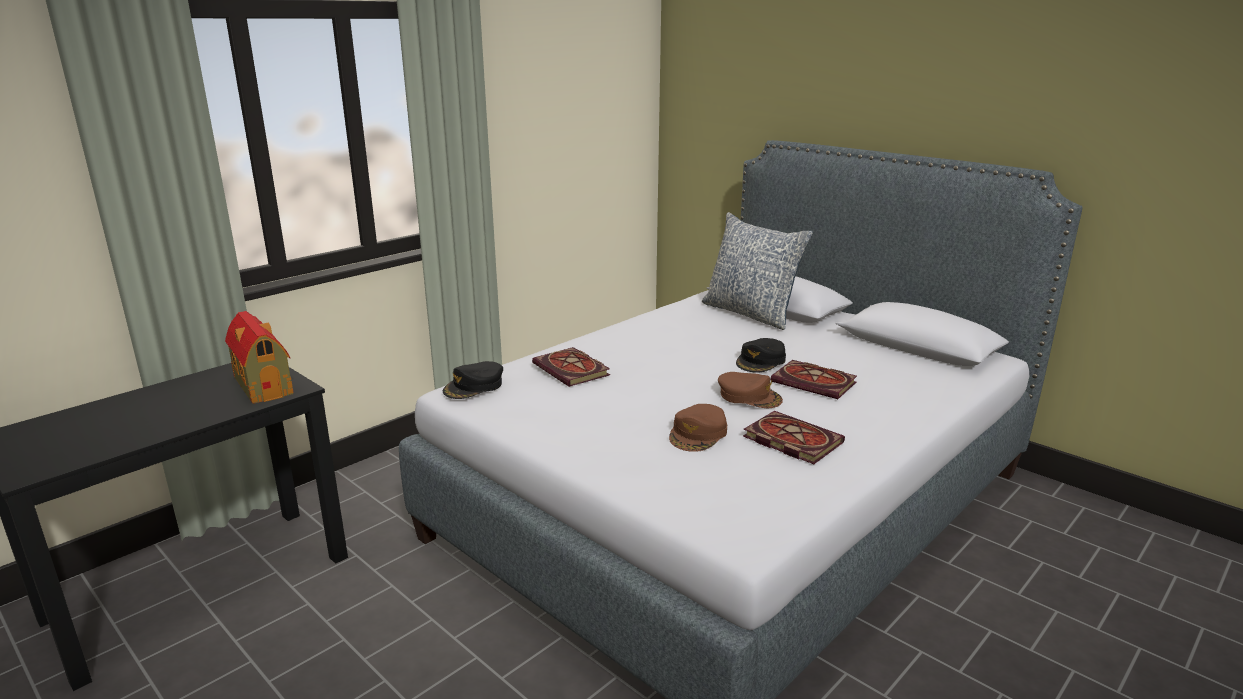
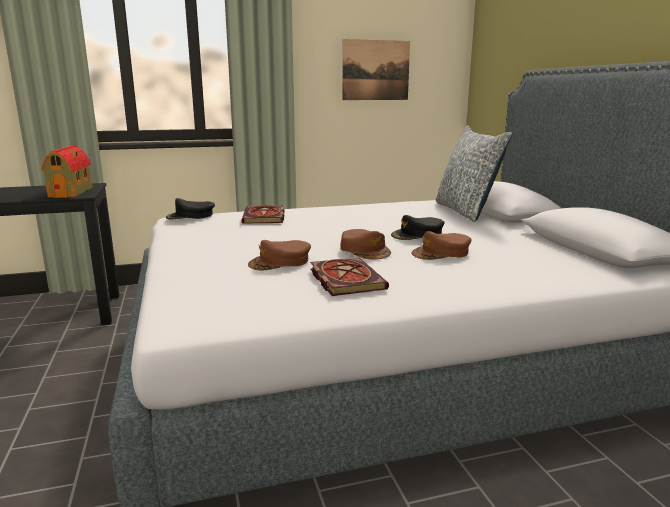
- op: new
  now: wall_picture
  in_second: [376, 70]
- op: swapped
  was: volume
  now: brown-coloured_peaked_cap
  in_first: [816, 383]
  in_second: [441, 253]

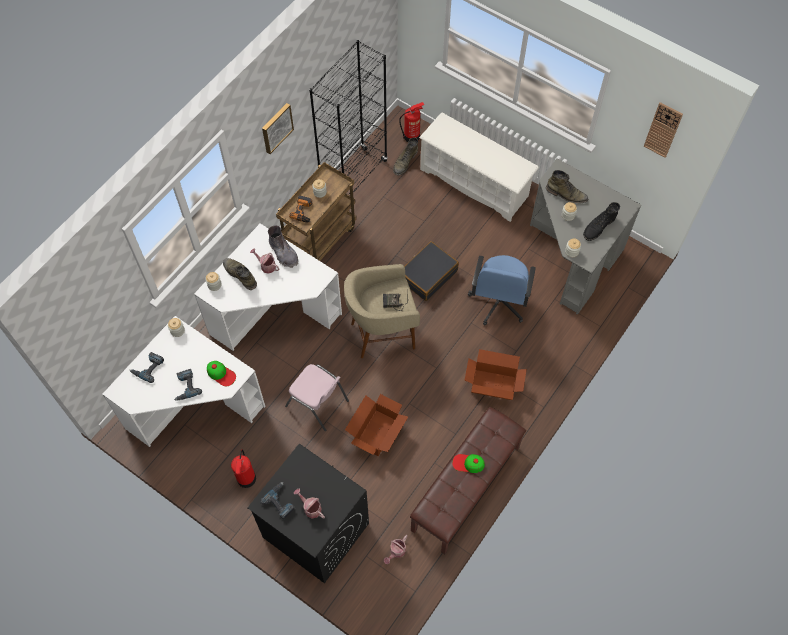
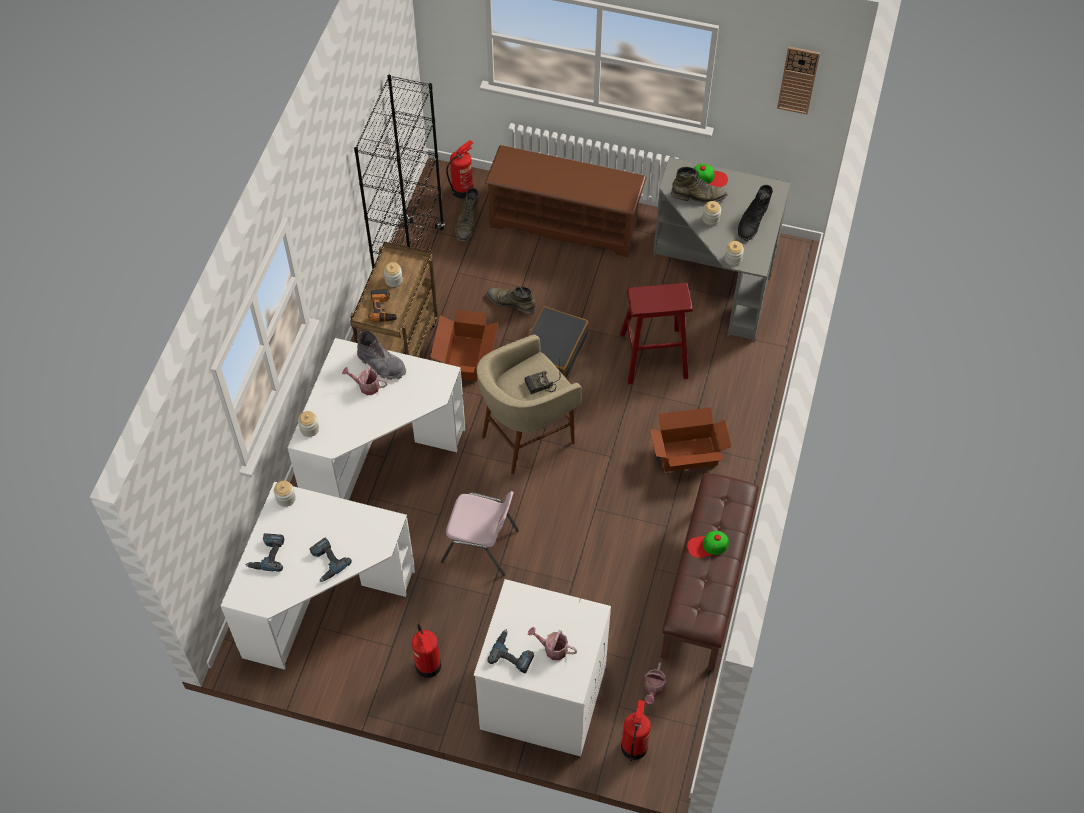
- op: gone
  was: wall_picture
  in_first: [276, 127]
- op: new
  now: fire-fighting_cylinder
  in_second: [634, 746]
- op: shifted
  was: peaked_cap
  in_first: [221, 374]
  in_second: [709, 177]
- op: shifted
  was: green_tall_boot
  in_first: [240, 275]
  in_second: [511, 302]
- op: shifted
  was: carton
  in_first: [376, 433]
  in_second: [465, 358]
- op: swapped
  was: bluish_desk_chair
  now: red-coloured_stool_seat
  in_first: [498, 302]
  in_second: [653, 355]
- op: repainted
  was: black-coloured_laundry_appliance
  now: white_laundry_appliance
  in_first: [315, 530]
  in_second: [542, 697]
- op: repainted
  was: white_shoe_stand
  now: brown-coloured_shoe_stand
  in_first: [475, 183]
  in_second: [565, 223]

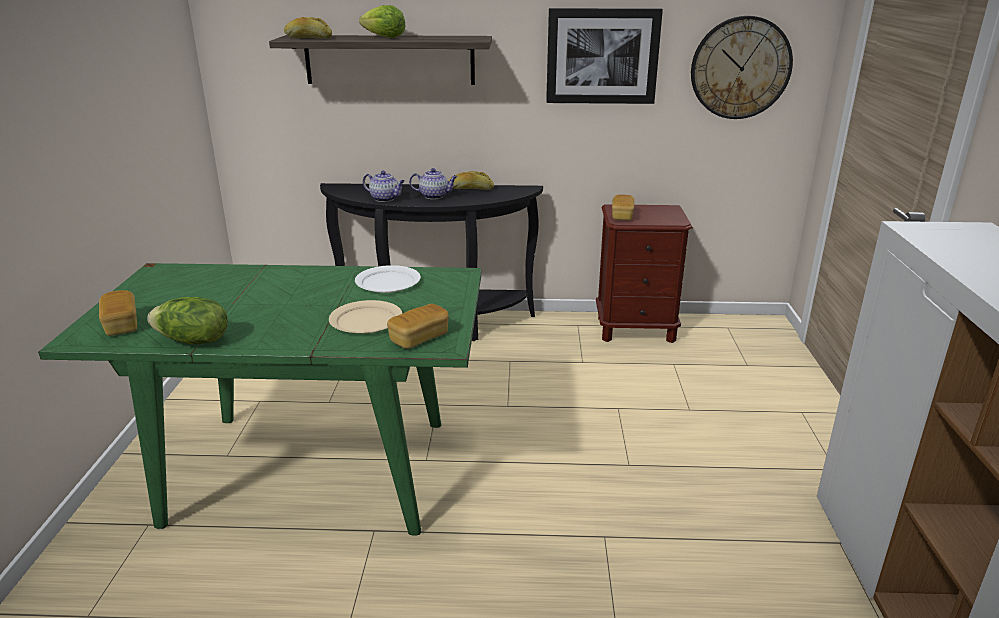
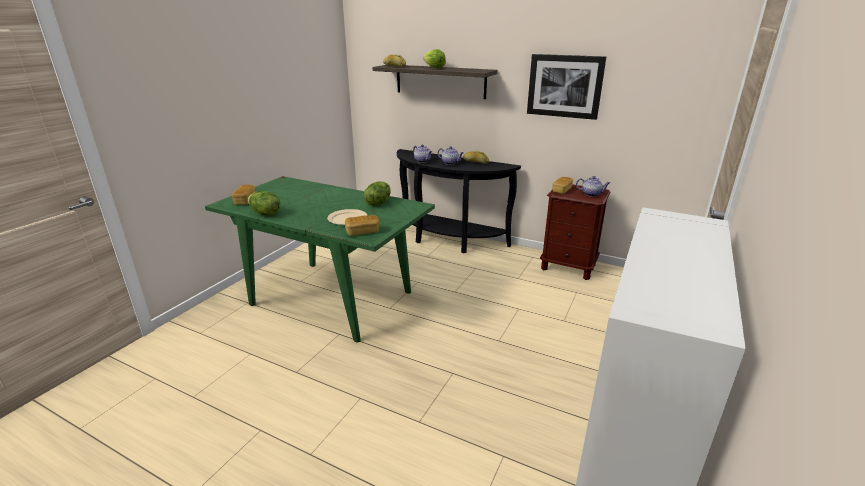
- op: gone
  was: hanging_clock
  in_first: [740, 68]
- op: new
  now: pot_for_tea
  in_second: [591, 194]
- op: swapped
  was: white_dinner_plate
  now: head_of_lettuce
  in_first: [387, 282]
  in_second: [378, 203]

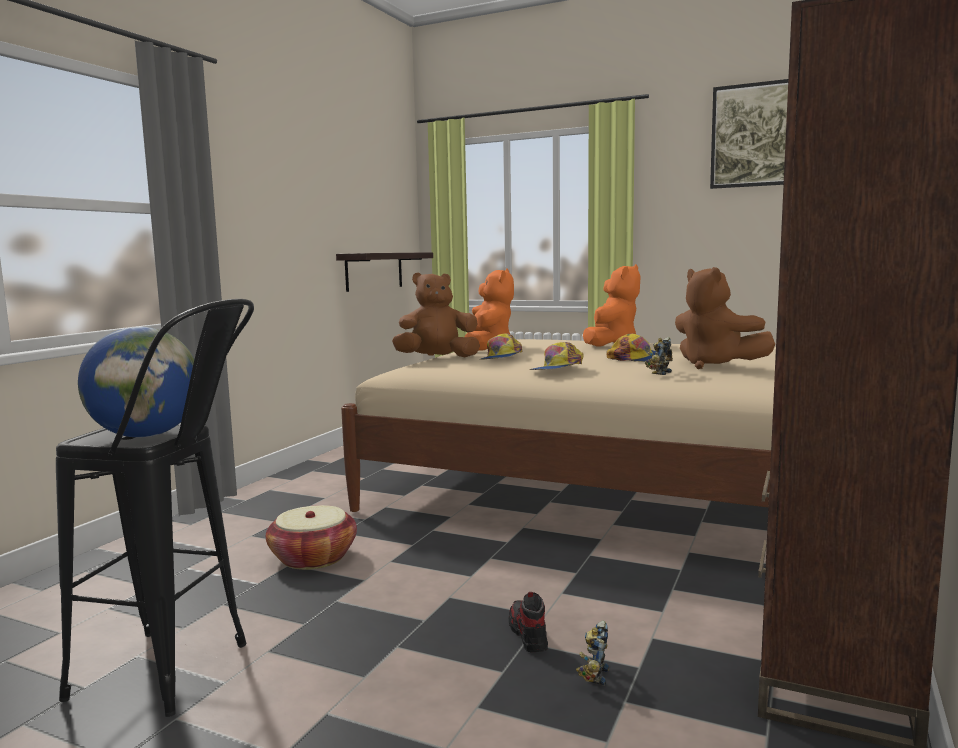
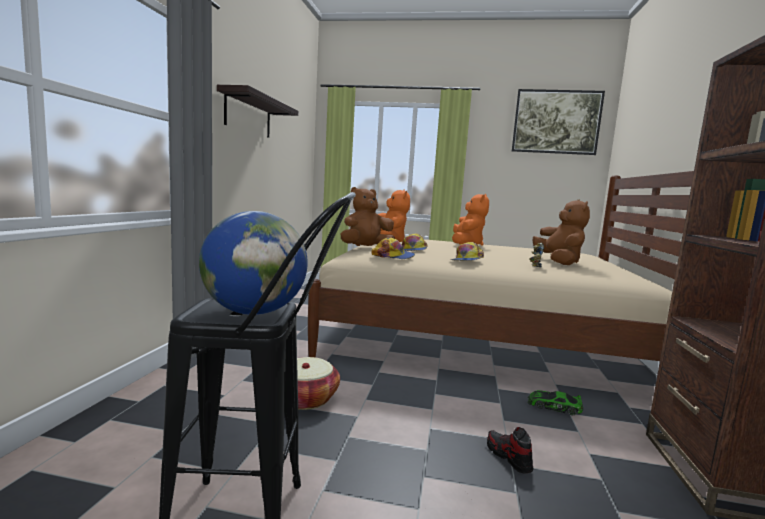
- op: gone
  was: toy_robot
  in_first: [593, 675]
- op: new
  now: model_car
  in_second: [554, 406]
- op: shifted
  was: shelf
  in_first: [374, 271]
  in_second: [248, 115]
- op: shifted
  was: peaked_cap
  in_first: [637, 359]
  in_second: [393, 256]
- op: rotated
  was: brown-coloured_cuddly_toy
  in_first: [715, 365]
  in_second: [559, 262]
  clockwise: -135

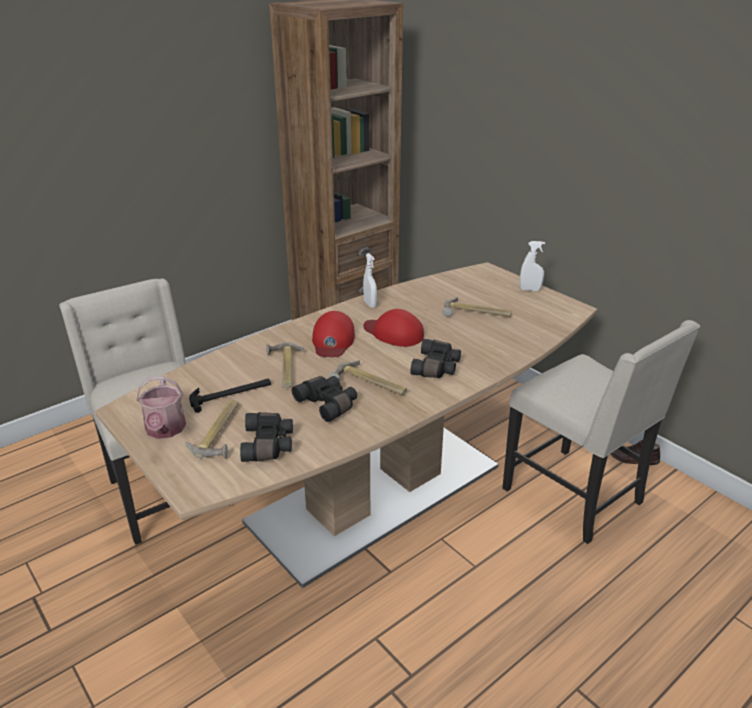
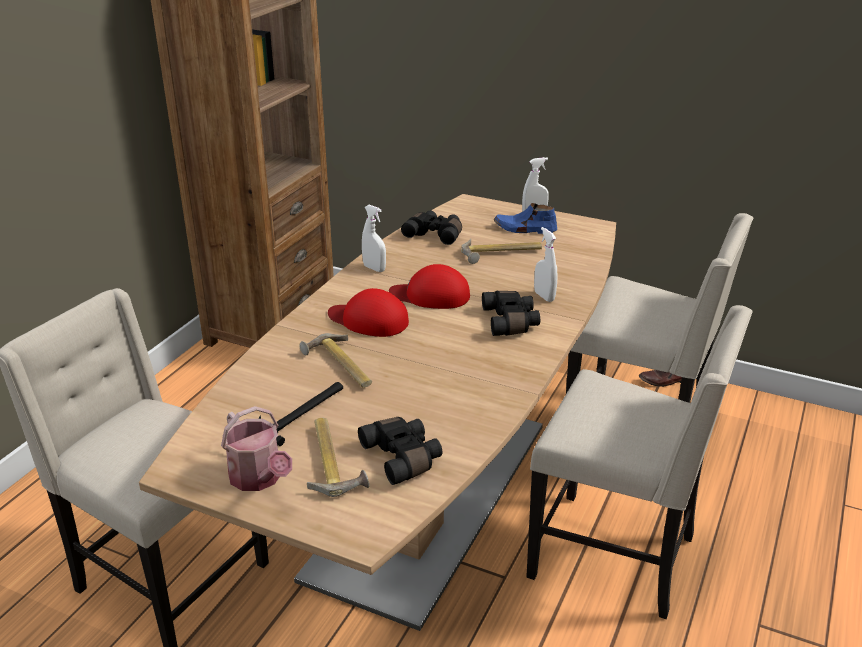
- op: gone
  was: tool_hammer
  in_first: [369, 384]
- op: new
  now: bluish_shoe
  in_second: [525, 229]
- op: new
  now: beige_upright_chair
  in_second: [616, 556]
- op: new
  now: white_hand_sprayer
  in_second: [544, 296]
- op: shifted
  was: black-coloured_binoculars
  in_first: [328, 404]
  in_second: [435, 234]
- op: rotated
  was: red-coloured_peaked_cap
  in_first: [333, 341]
  in_second: [369, 320]
  clockwise: 135

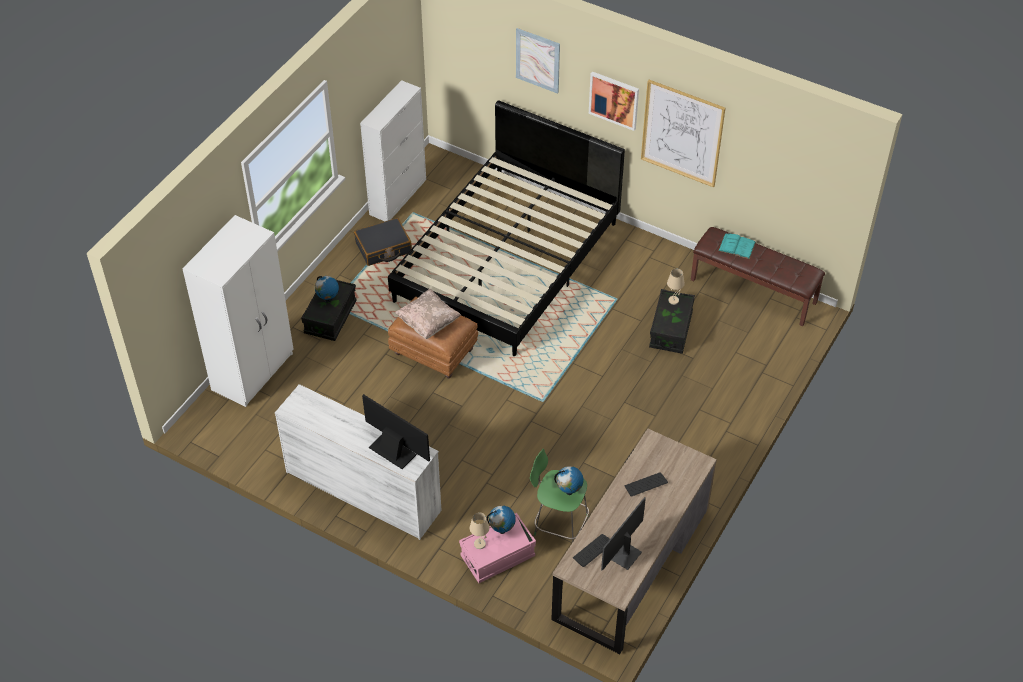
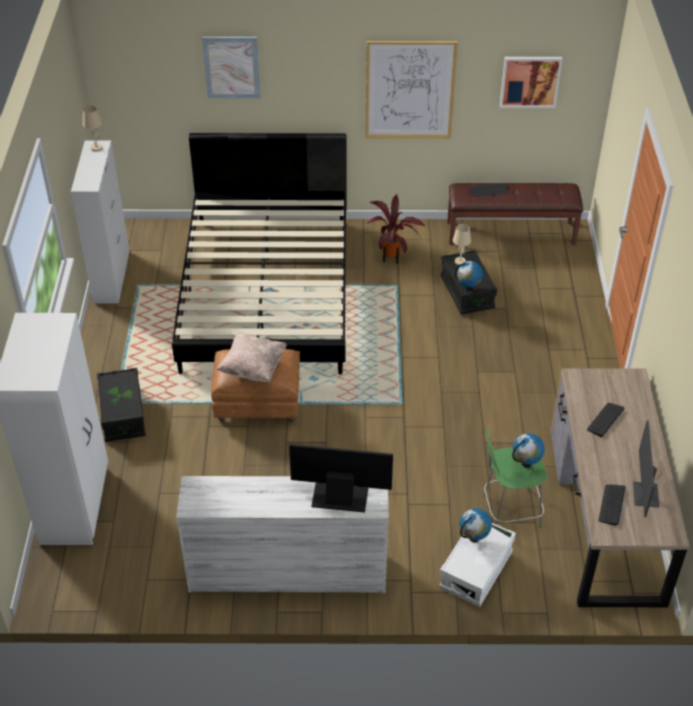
- op: gone
  was: black-coloured_suitcase
  in_first: [383, 248]
- op: new
  now: houseplant
  in_second: [392, 257]
- op: shifted
  was: desk_globe
  in_first: [328, 299]
  in_second: [468, 288]
- op: shifted
  was: beige_lamp_for_a_table
  in_first: [480, 543]
  in_second: [96, 147]
- op: shifted
  was: wall_picture
  in_first: [614, 100]
  in_second: [530, 81]
- op: swapped
  was: turquoise_volume
  now: PC_keyboard
  in_first: [737, 246]
  in_second: [488, 190]
- op: repainted
  was: pinkish_storage_box
  now: white_storage_box
  in_first: [497, 556]
  in_second: [475, 571]

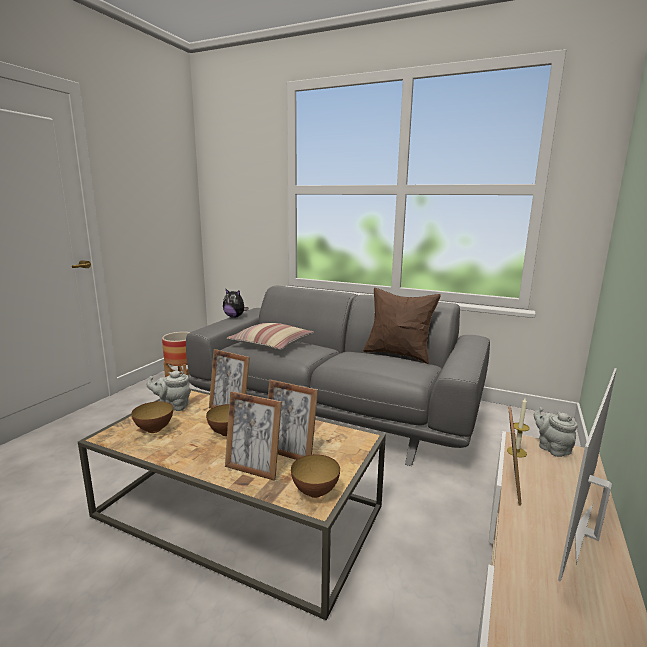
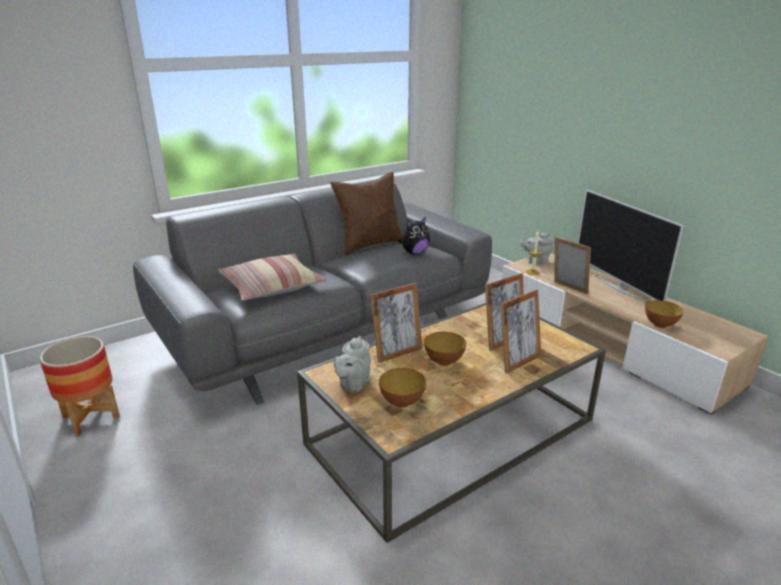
- op: shifted
  was: cuddly_toy
  in_first: [235, 317]
  in_second: [414, 253]
- op: shifted
  was: deep_dish
  in_first: [315, 492]
  in_second: [660, 325]

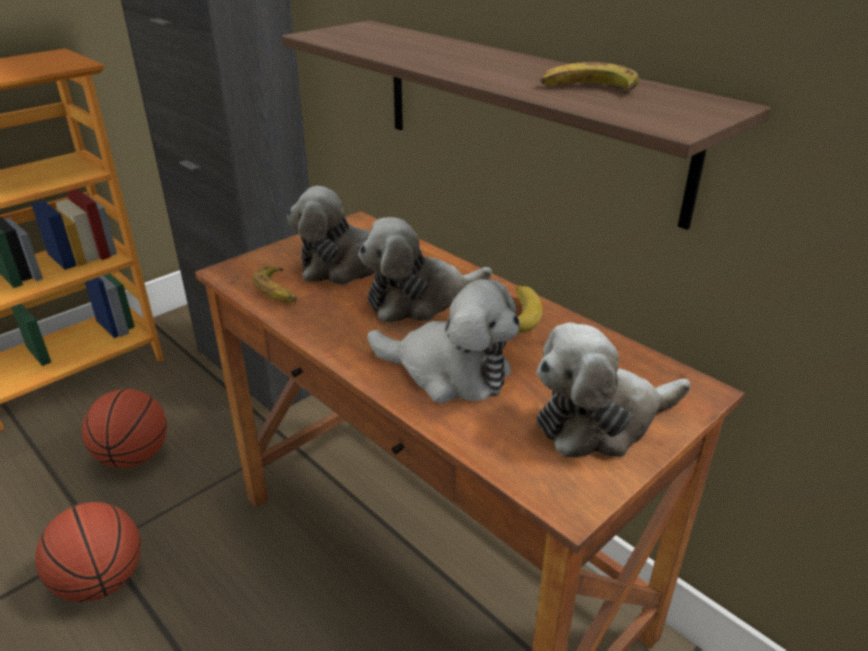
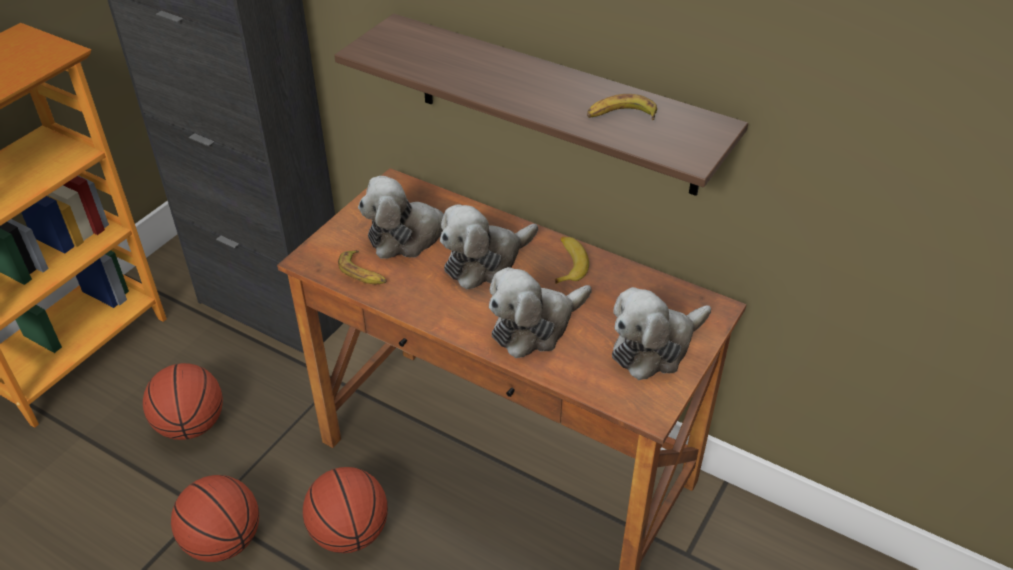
- op: new
  now: basketball_ball
  in_second: [349, 533]
- op: rotated
  was: cuddly_toy
  in_first: [449, 372]
  in_second: [535, 326]
  clockwise: 135

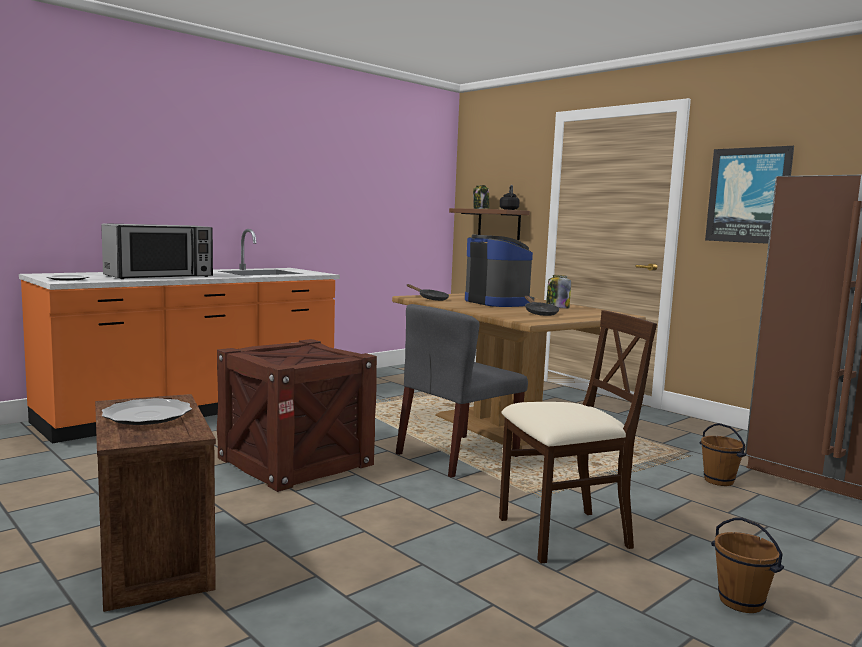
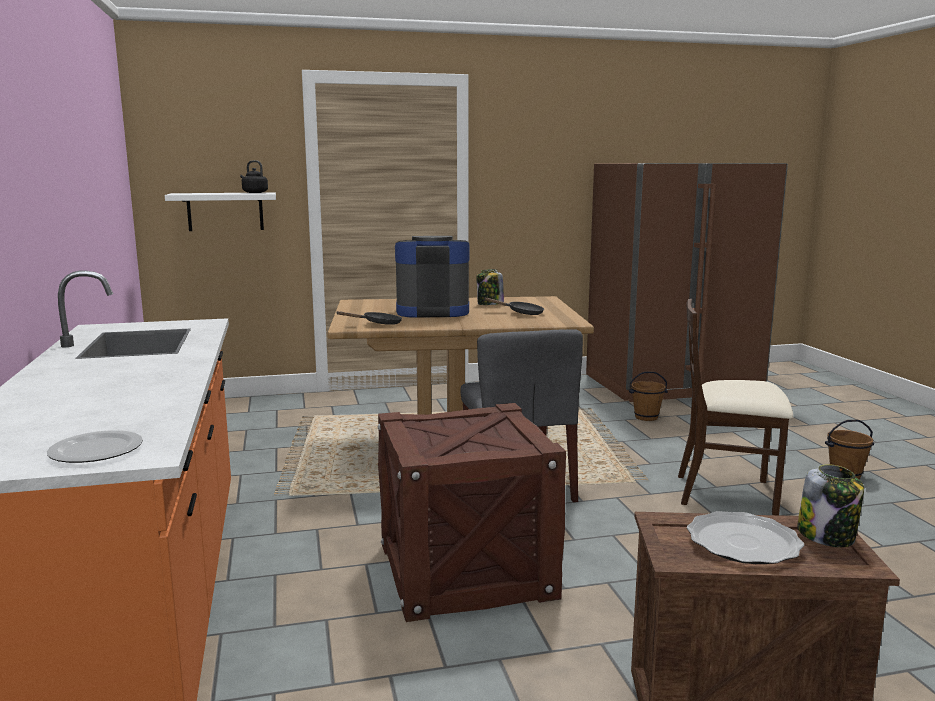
- op: gone
  was: kitchen_microwave
  in_first: [160, 276]
- op: gone
  was: wall_picture
  in_first: [748, 195]
- op: shifted
  was: preserve_jar
  in_first: [481, 209]
  in_second: [827, 536]
- op: repainted
  was: brown-coloured_shelf
  now: white_shelf
  in_first: [499, 224]
  in_second: [225, 211]
- op: rotated
  was: beige_upright_chair
  in_first: [563, 534]
  in_second: [727, 493]
  clockwise: -90

